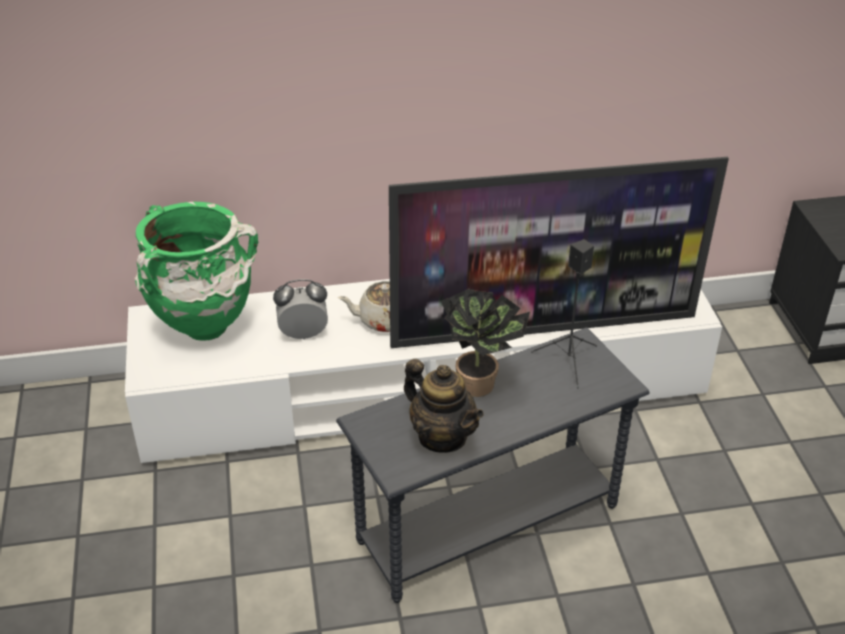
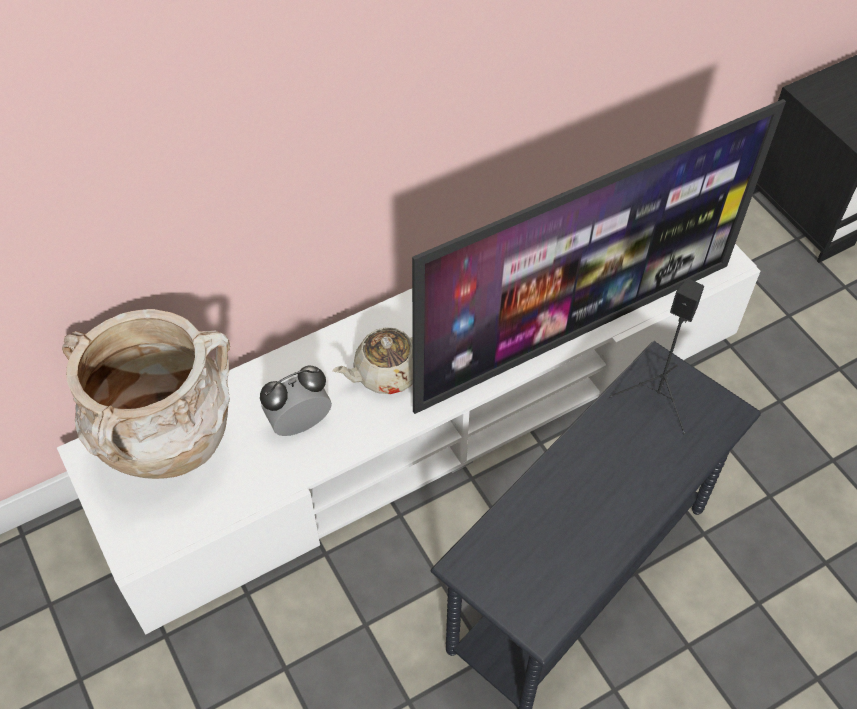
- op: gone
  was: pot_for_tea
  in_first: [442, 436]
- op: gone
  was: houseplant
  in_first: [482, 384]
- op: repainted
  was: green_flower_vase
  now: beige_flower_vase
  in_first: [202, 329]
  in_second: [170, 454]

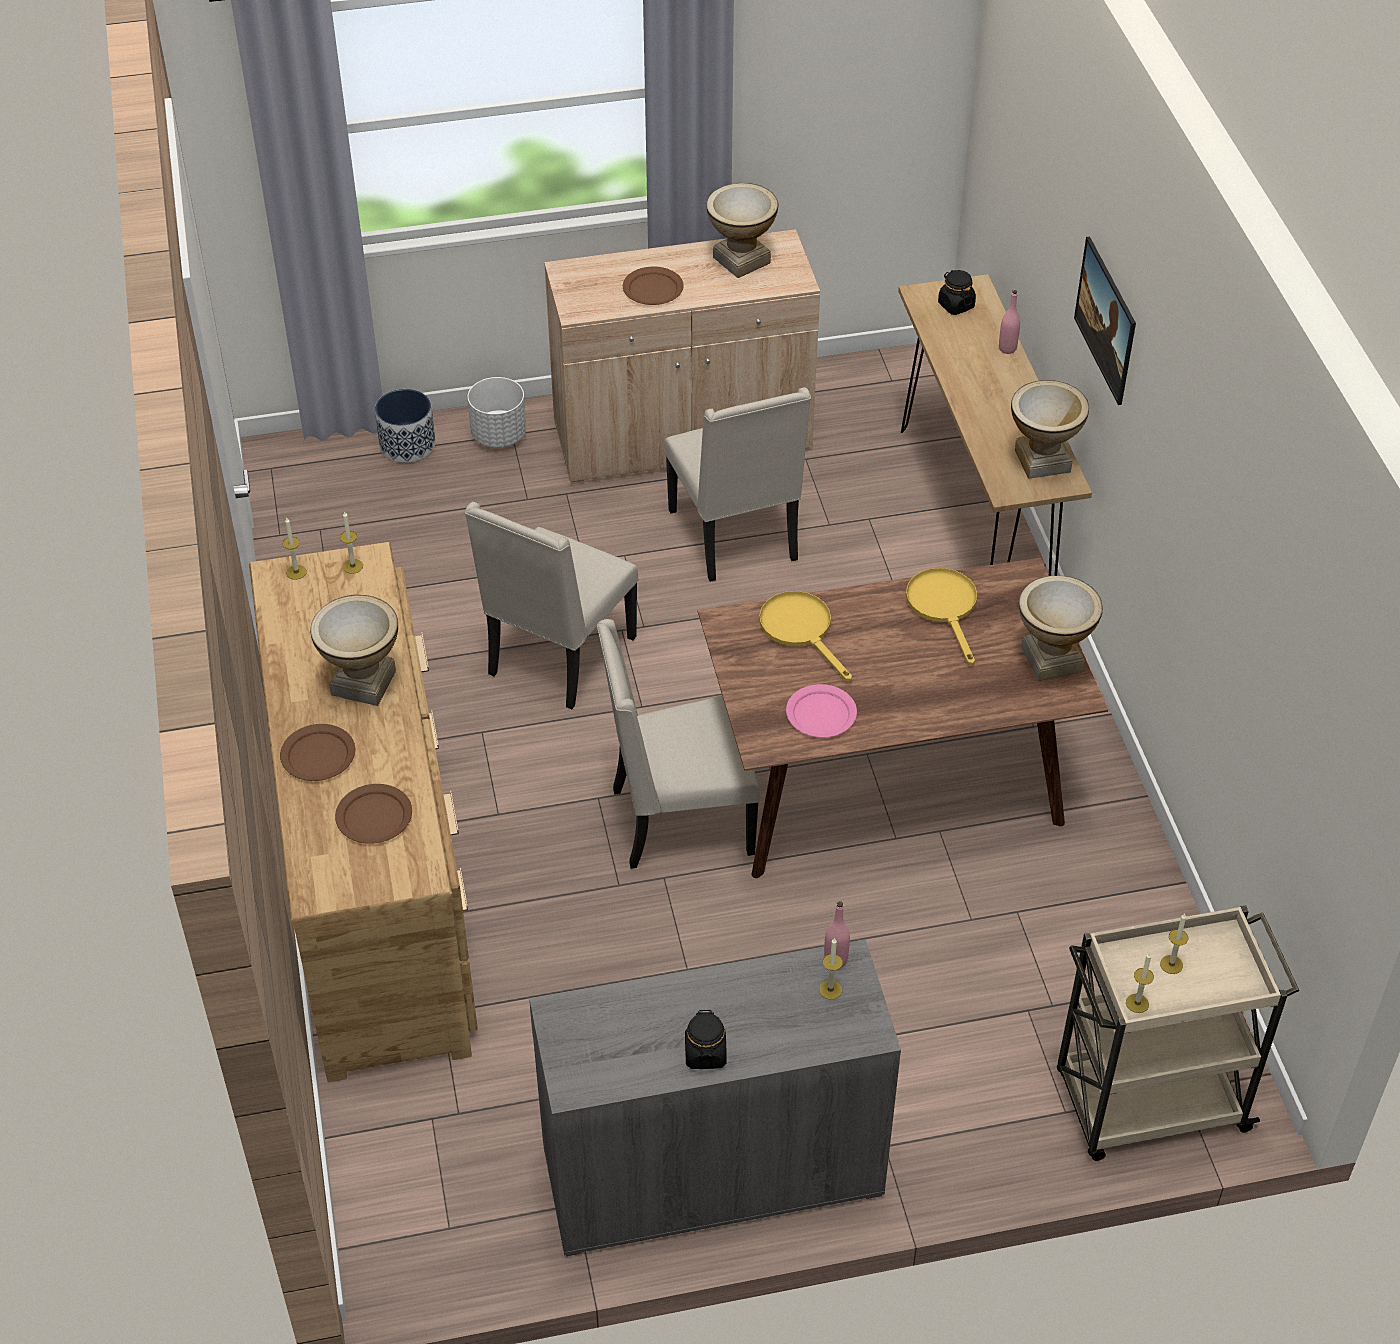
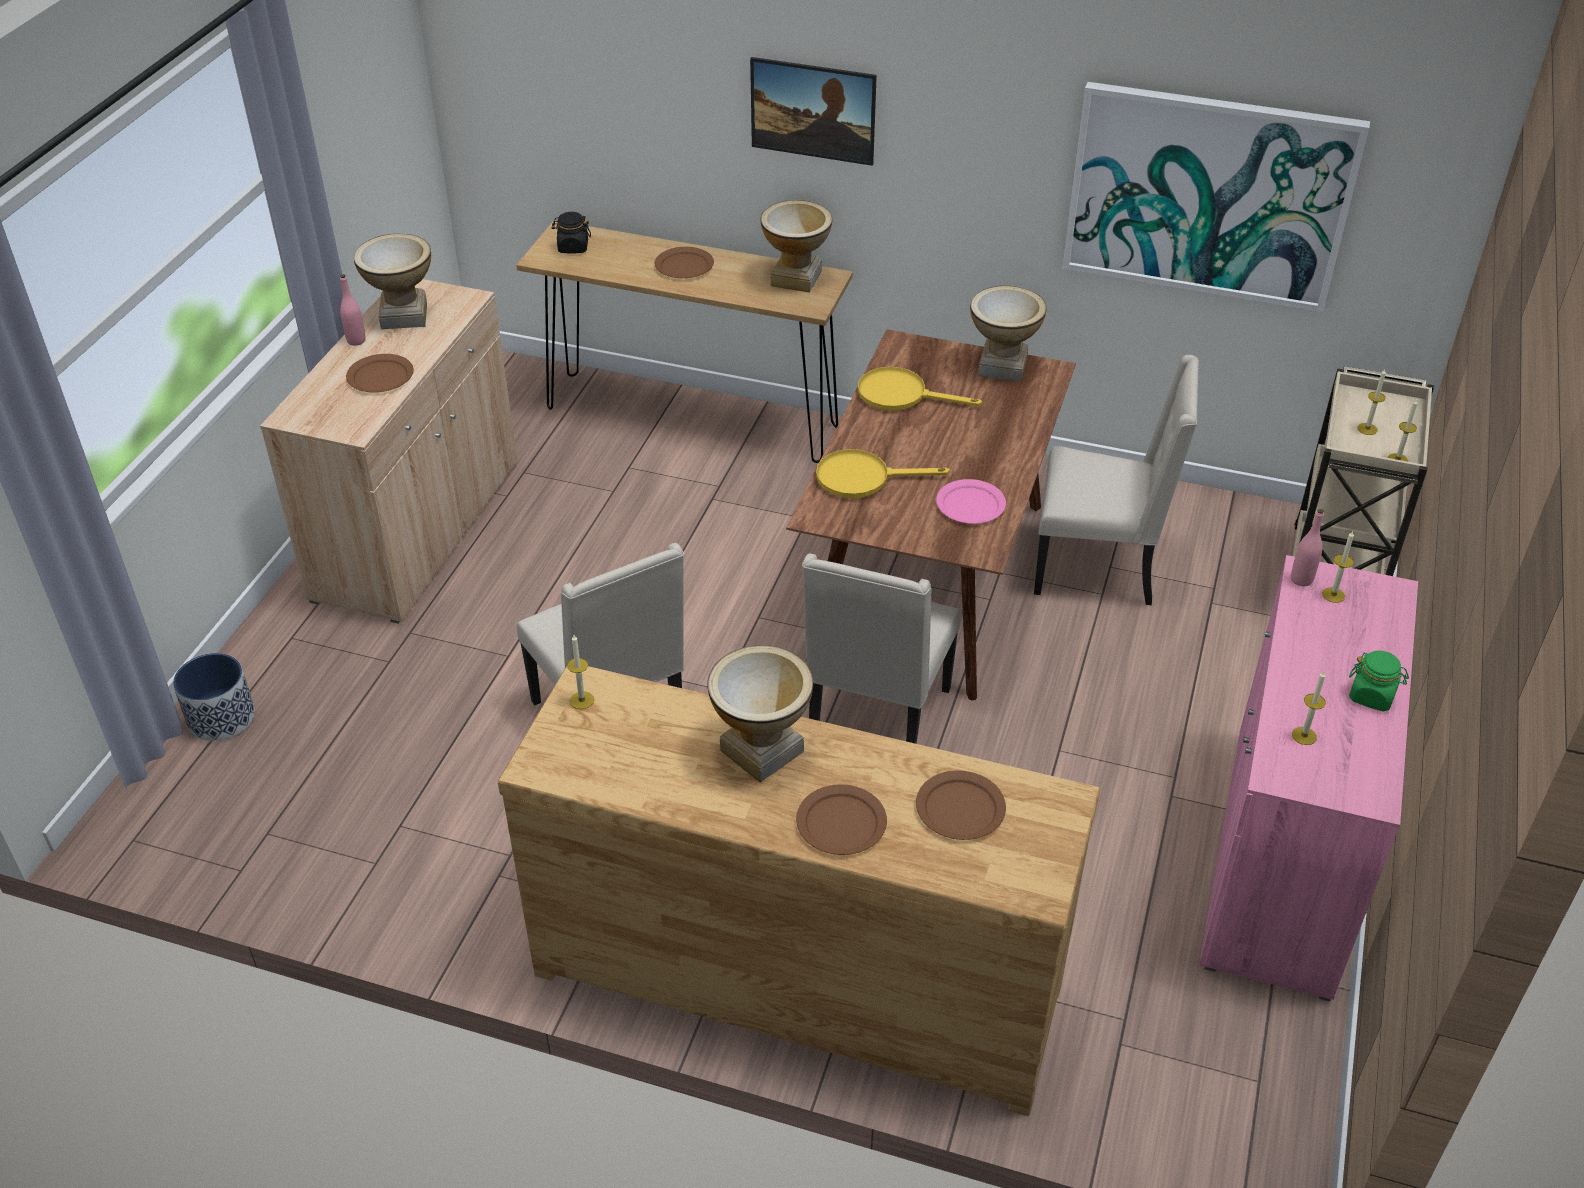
- op: gone
  was: white_planter
  in_first: [499, 435]
- op: new
  now: brown-coloured_dinner_plate
  in_second: [684, 266]
- op: new
  now: wall_picture
  in_second: [1208, 195]
- op: shifted
  was: wax_light
  in_first: [296, 572]
  in_second: [1304, 736]
- op: shifted
  was: beige_upright_chair
  in_first: [736, 537]
  in_second: [1099, 567]
- op: shifted
  was: pinkish_beverage_bottle
  in_first: [1007, 348]
  in_second: [356, 341]
- op: repainted
  was: greyish_cupboard
  now: pinkish_cupboard
  in_first: [712, 1171]
  in_second: [1280, 859]
- op: repainted
  was: black-coloured_preserve_jar
  now: green_preserve_jar
  in_first: [705, 1054]
  in_second: [1372, 696]

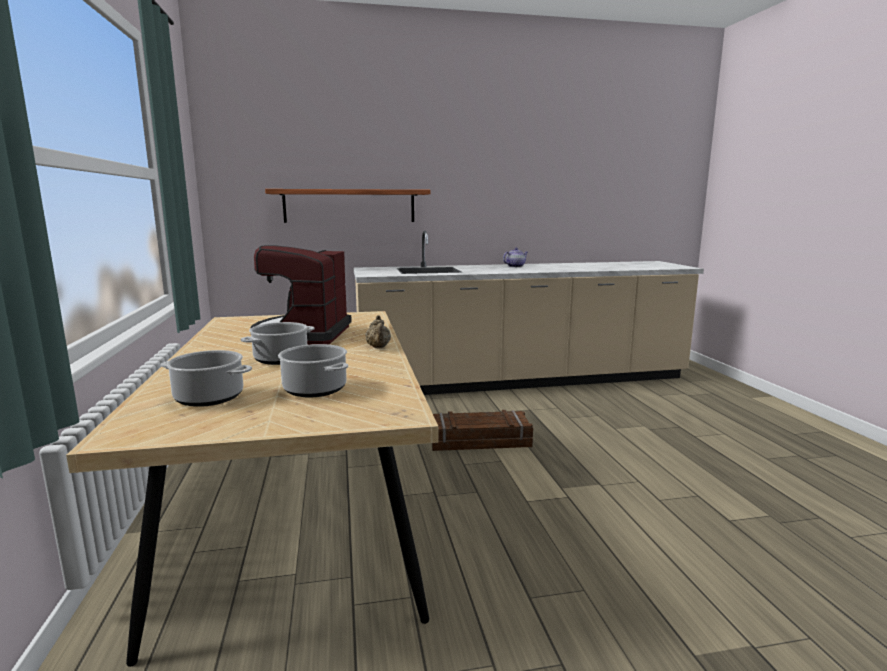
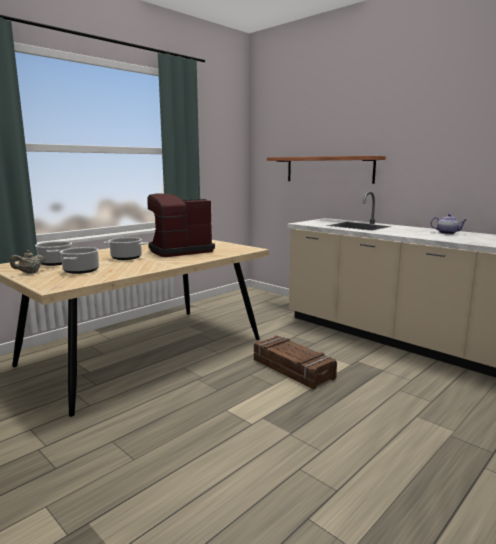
- op: shifted
  was: beige_pot_for_tea
  in_first: [378, 347]
  in_second: [29, 273]

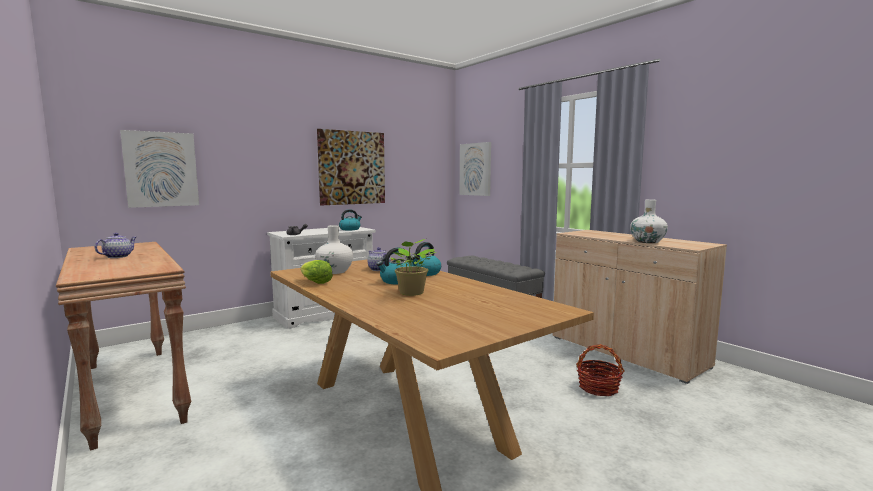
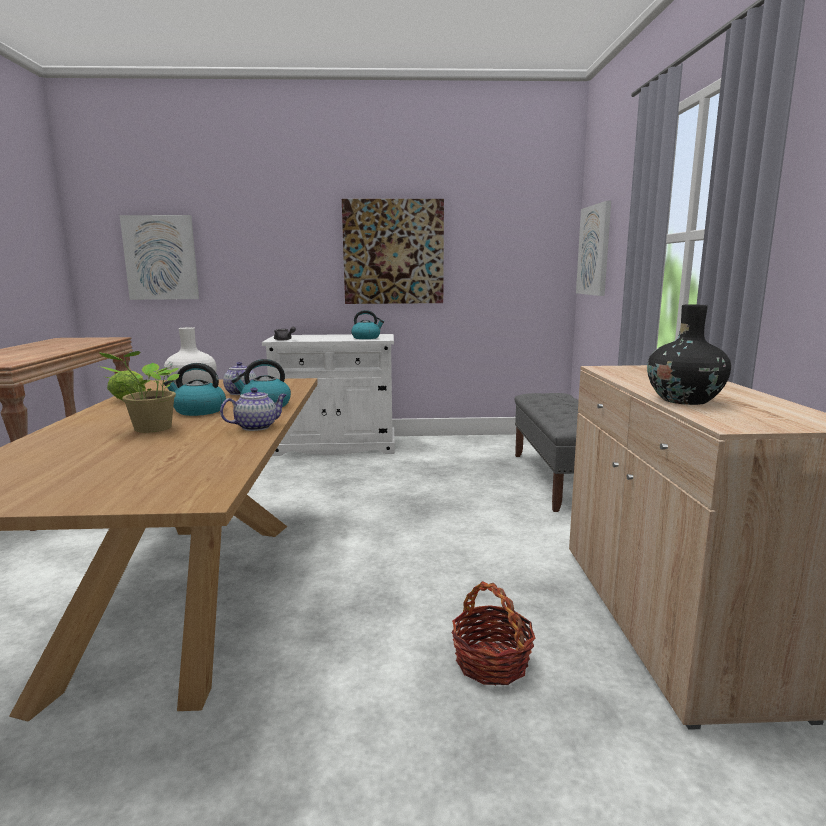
- op: shifted
  was: pot_for_tea
  in_first: [118, 256]
  in_second: [257, 427]
- op: repainted
  was: white_flower_vase
  now: black-coloured_flower_vase
  in_first: [647, 242]
  in_second: [684, 400]

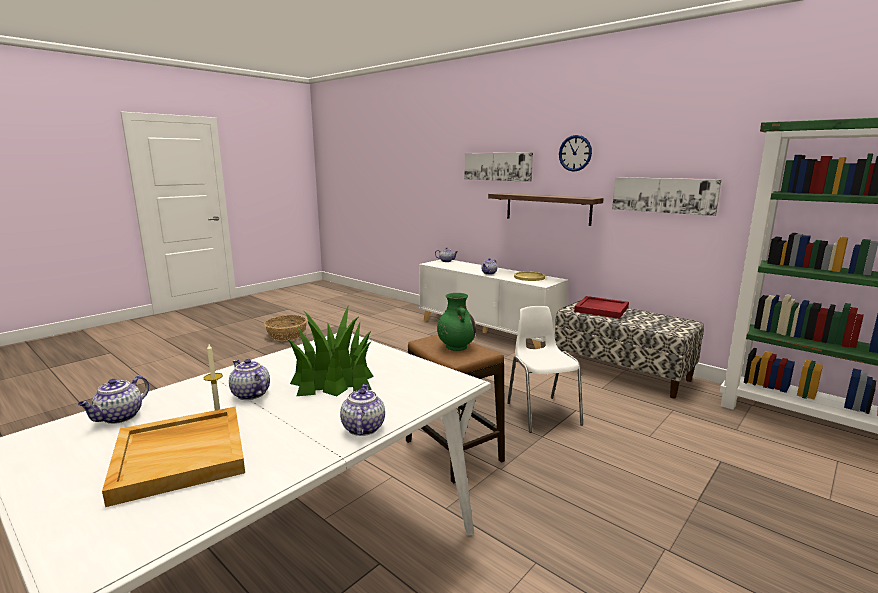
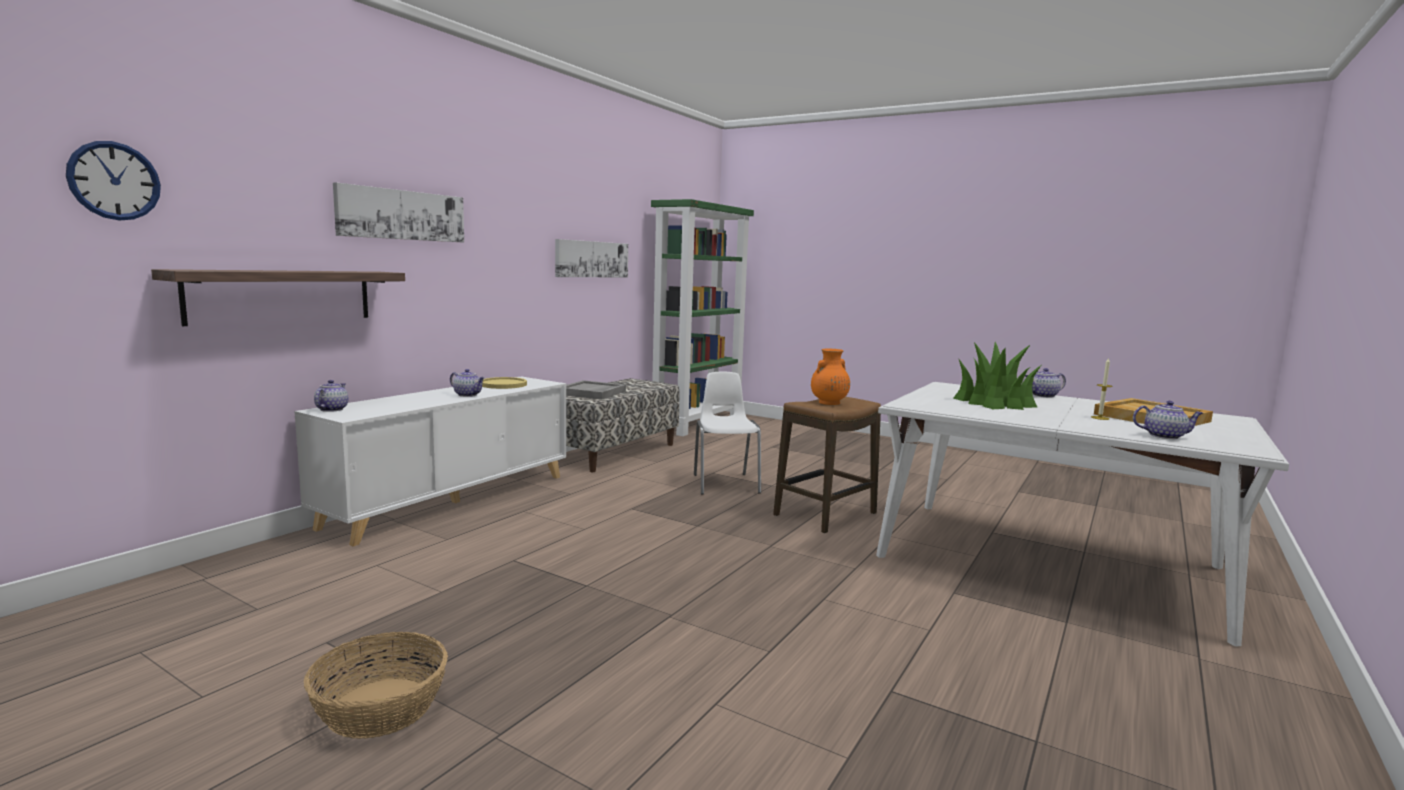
- op: gone
  was: pot_for_tea
  in_first: [250, 394]
- op: shifted
  was: shelf
  in_first: [547, 208]
  in_second: [282, 296]
- op: shifted
  was: hanging_clock
  in_first: [575, 153]
  in_second: [114, 181]
- op: repainted
  was: green_flower_vase
  now: orange-coloured_flower_vase
  in_first: [456, 346]
  in_second: [828, 403]
- op: repainted
  was: red-coloured_tray
  now: greyish_tray
  in_first: [601, 309]
  in_second: [592, 393]
- op: rotated
  was: white_upright_chair
  in_first: [542, 413]
  in_second: [725, 483]
  clockwise: 105

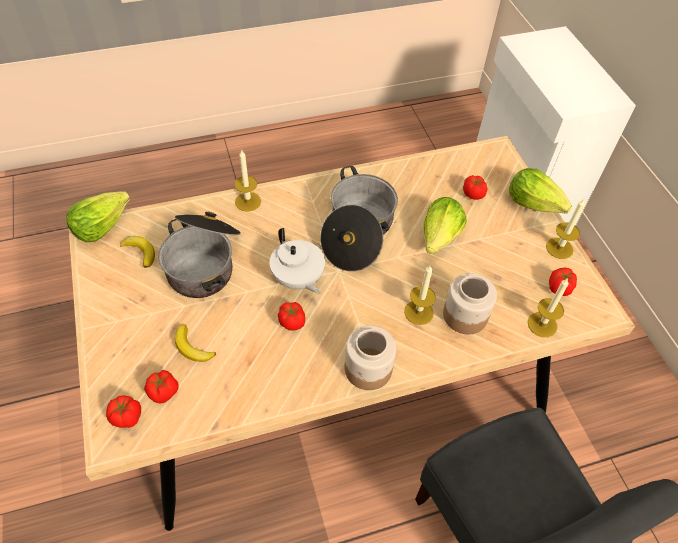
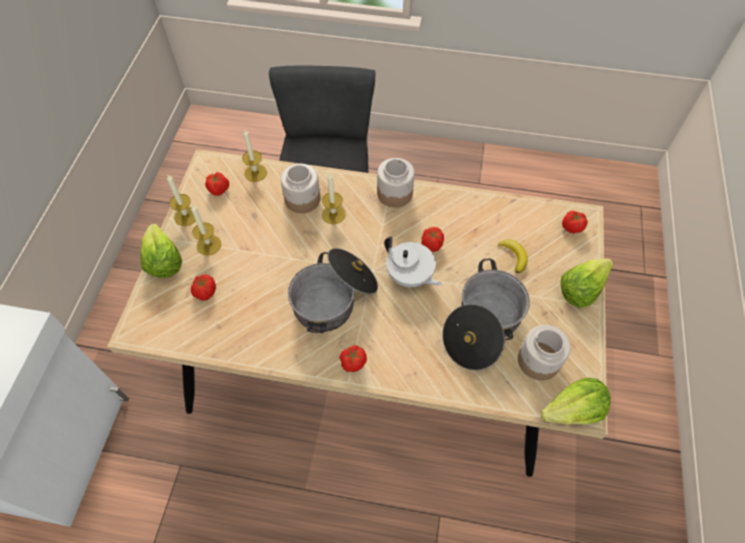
- op: shifted
  was: whole_tomato
  in_first: [164, 392]
  in_second: [353, 363]
- op: shifted
  was: wax_light
  in_first: [248, 201]
  in_second: [209, 245]
- op: shifted
  was: head_of_lettuce
  in_first: [440, 237]
  in_second: [581, 289]
- op: swapped
  was: banana
  now: preserve_jar
  in_first: [140, 252]
  in_second: [538, 361]
- op: rotated
  was: white_pot_for_tea
  in_first: [298, 279]
  in_second: [410, 277]
  clockwise: 135

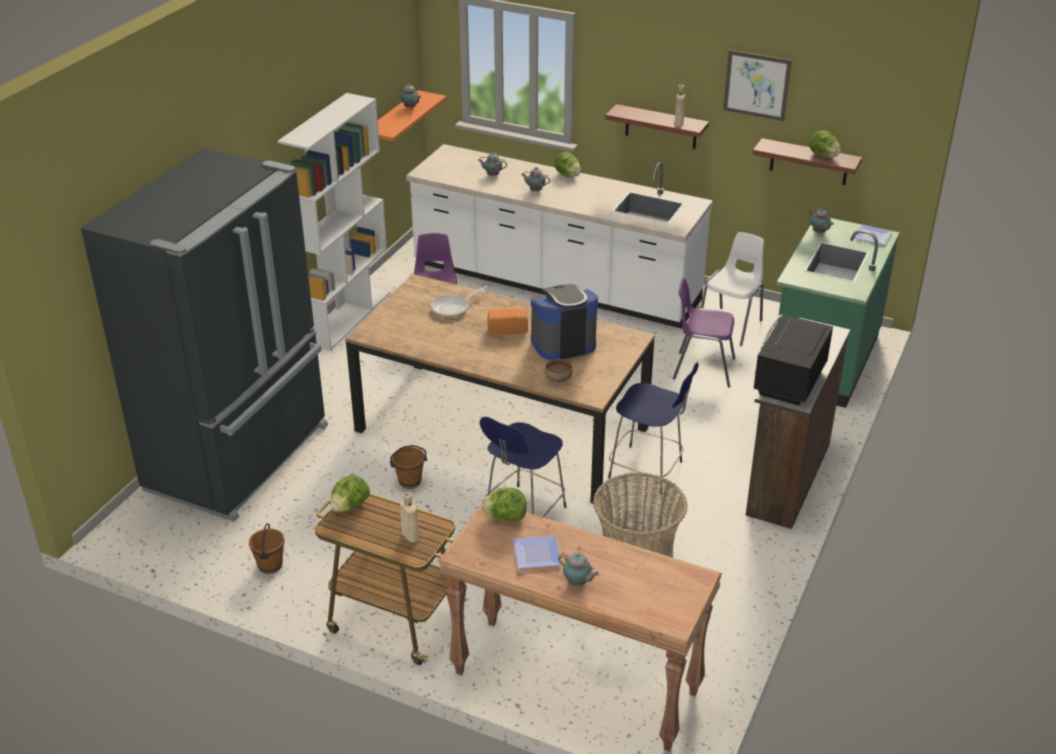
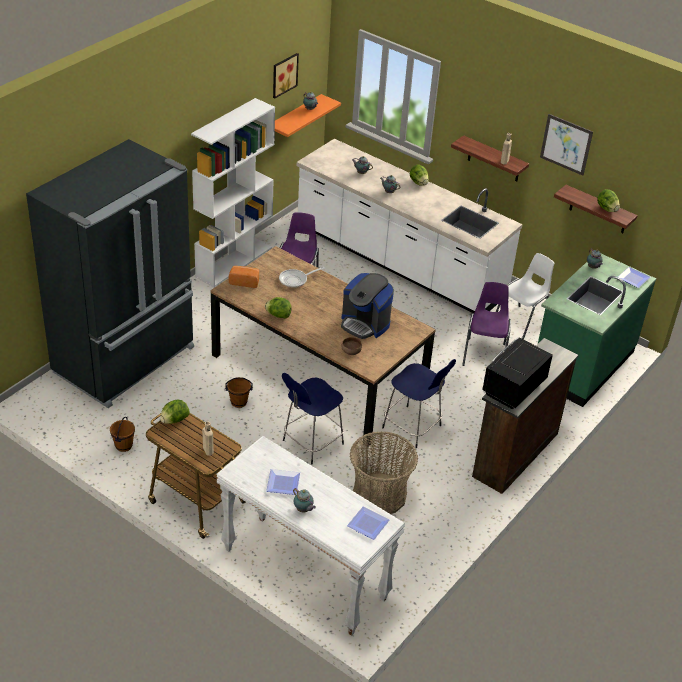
- op: new
  now: wall_picture
  in_second: [283, 74]
- op: new
  now: dinner_plate
  in_second: [368, 525]
- op: shifted
  was: head_of_lettuce
  in_first: [505, 517]
  in_second: [278, 315]
- op: shifted
  was: baked_bread
  in_first: [507, 328]
  in_second: [244, 281]
- op: repainted
  was: brown-coloured_narrow_table
  now: white_narrow_table
  in_first: [574, 683]
  in_second: [303, 574]
- op: rotated
  was: coffee_machine
  in_first: [563, 343]
  in_second: [365, 324]
  clockwise: -135
- op: rotated
  was: purple-coloured_upright_chair
  in_first: [702, 369]
  in_second: [485, 354]
  clockwise: 75

